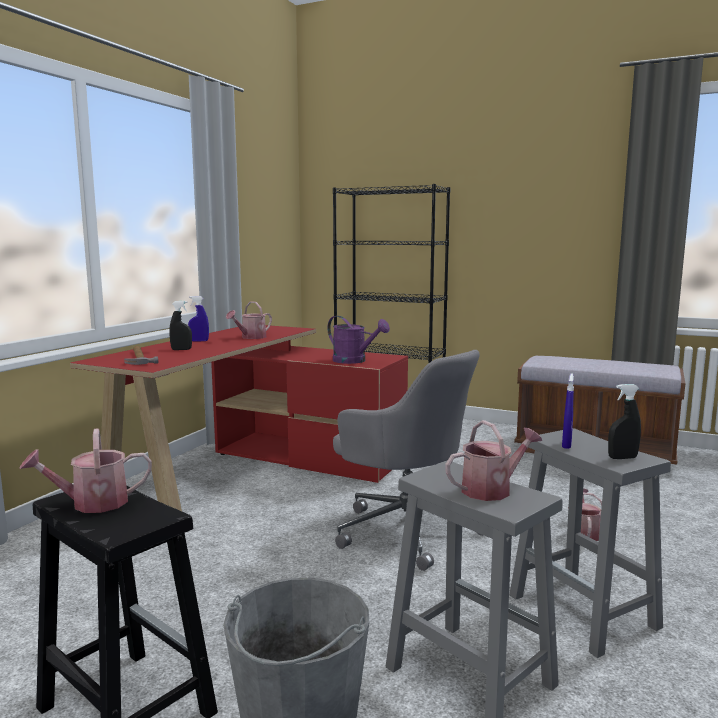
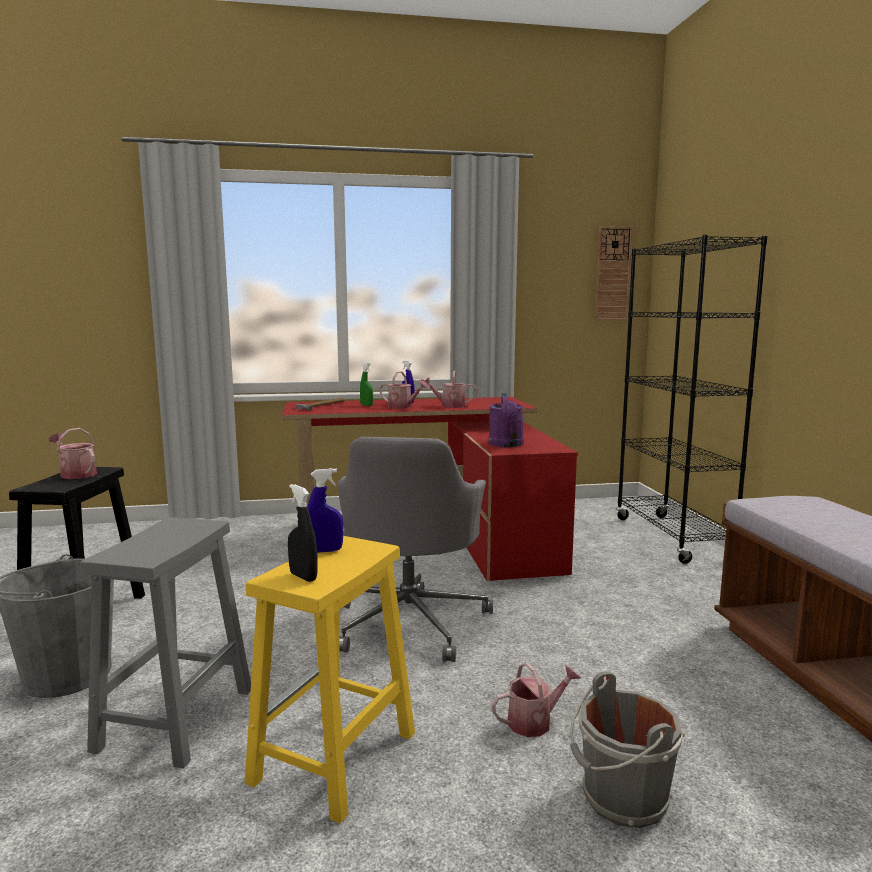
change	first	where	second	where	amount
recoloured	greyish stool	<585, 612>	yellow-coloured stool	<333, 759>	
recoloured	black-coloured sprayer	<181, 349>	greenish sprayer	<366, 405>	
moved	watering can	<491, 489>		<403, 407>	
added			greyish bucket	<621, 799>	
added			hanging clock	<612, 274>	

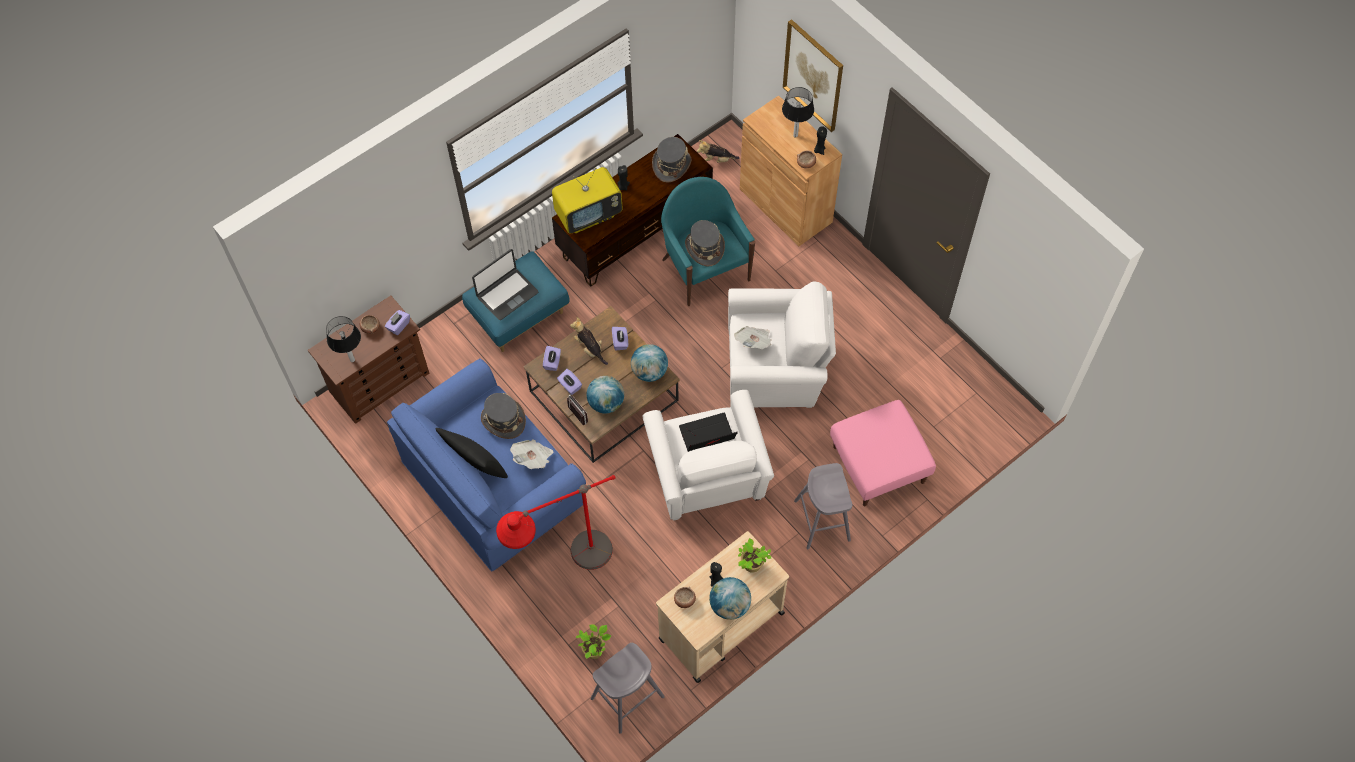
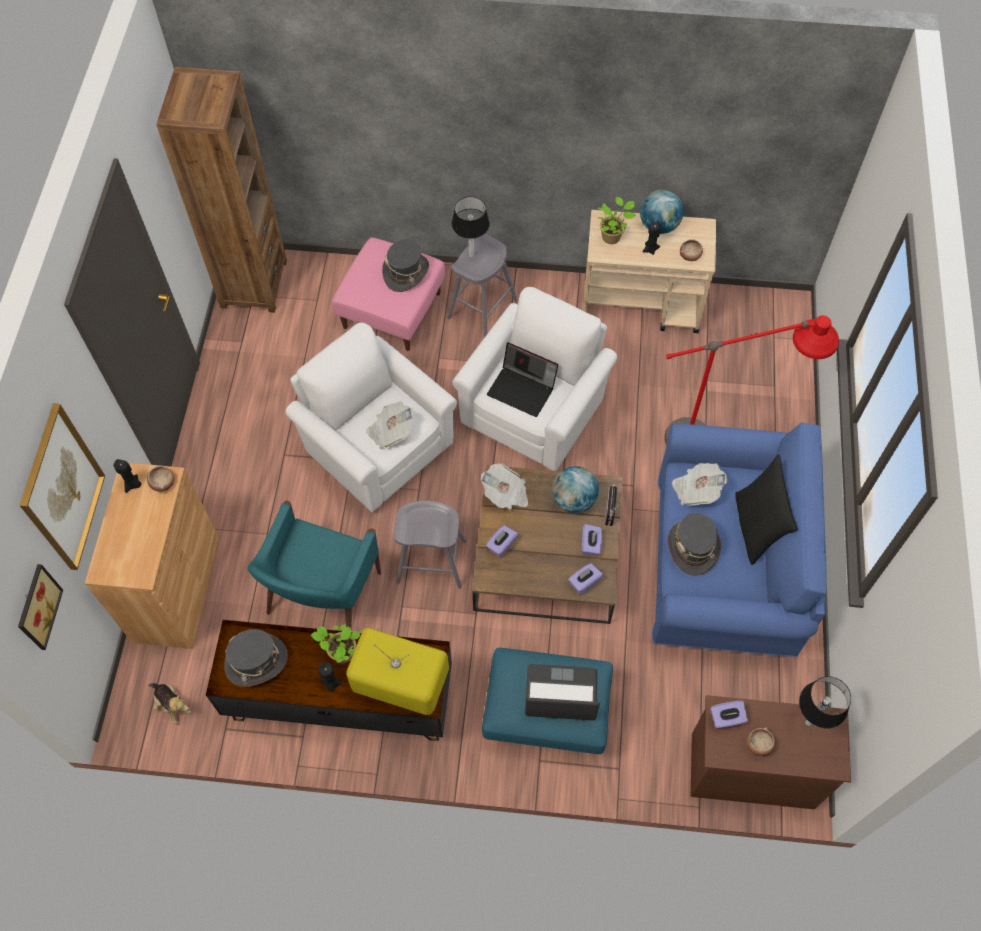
change	first	where	second	where	amount
added			wall art	<36, 607>	
added			brown shelving unit	<253, 284>	
moved	plant in a pot	<594, 650>		<341, 653>	
moved	greyish hat	<704, 248>		<406, 272>	
moved	greyish stool	<627, 697>		<431, 561>	
moved	tabletop lamp	<796, 135>		<471, 255>	
replaced	desk globe	<649, 372>	daily paper	<505, 494>	
removed	plush toy	<590, 348>			

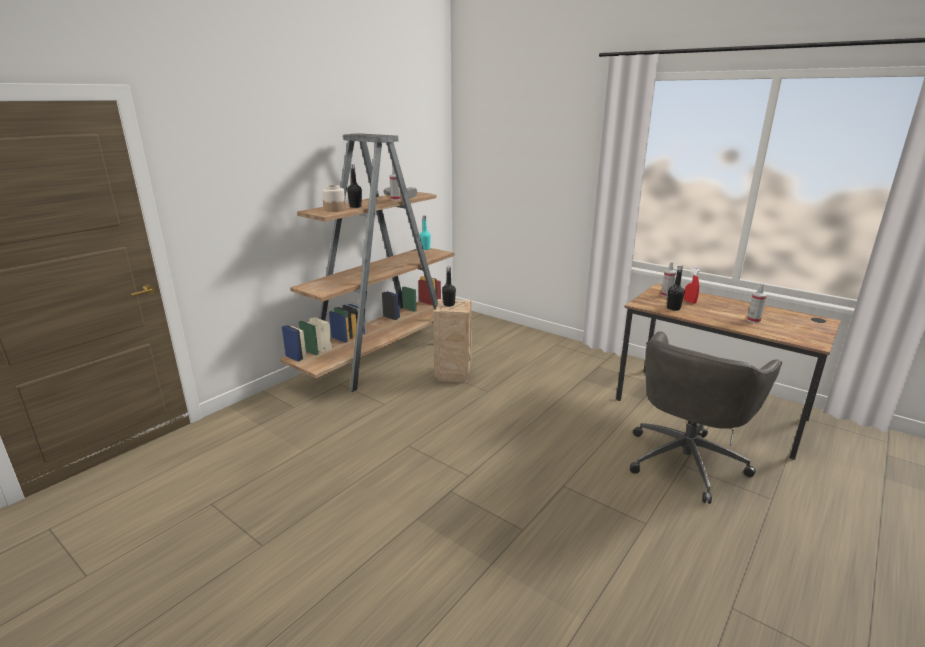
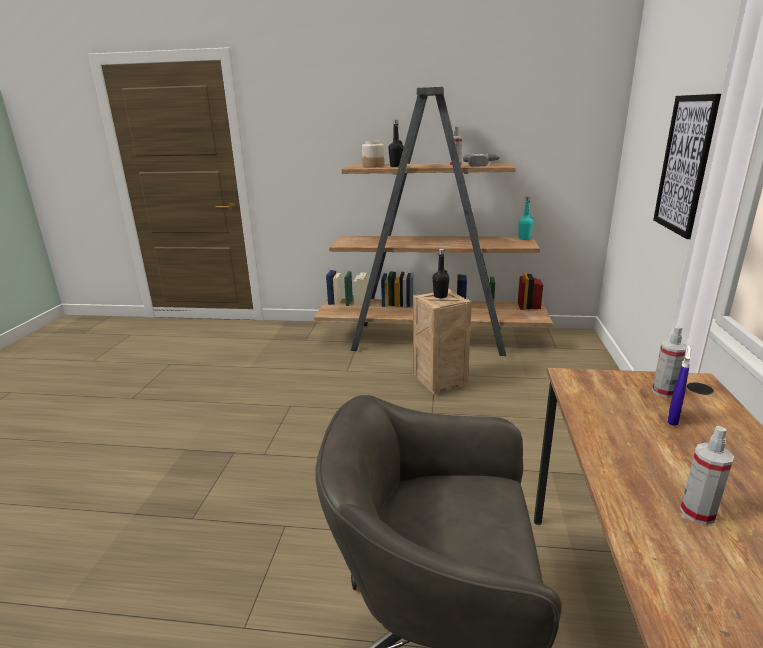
change	first	where	second	where	amount
added			wall art	<684, 165>	
recoloured	red sprayer	<689, 302>	blue-coloured sprayer	<673, 419>	
removed	black-coloured drink bottle	<673, 308>			

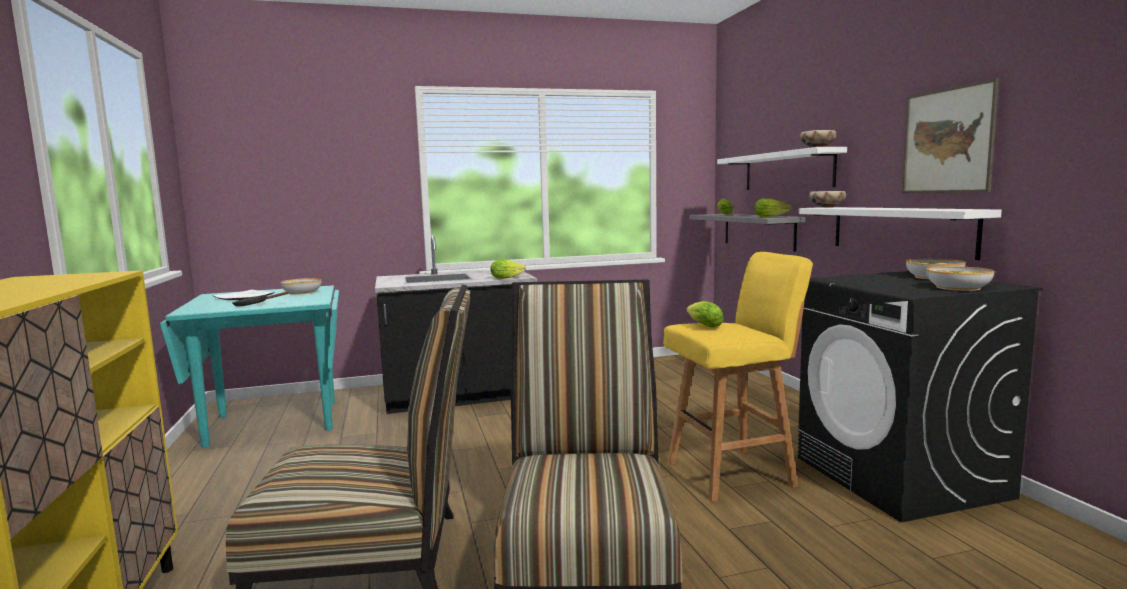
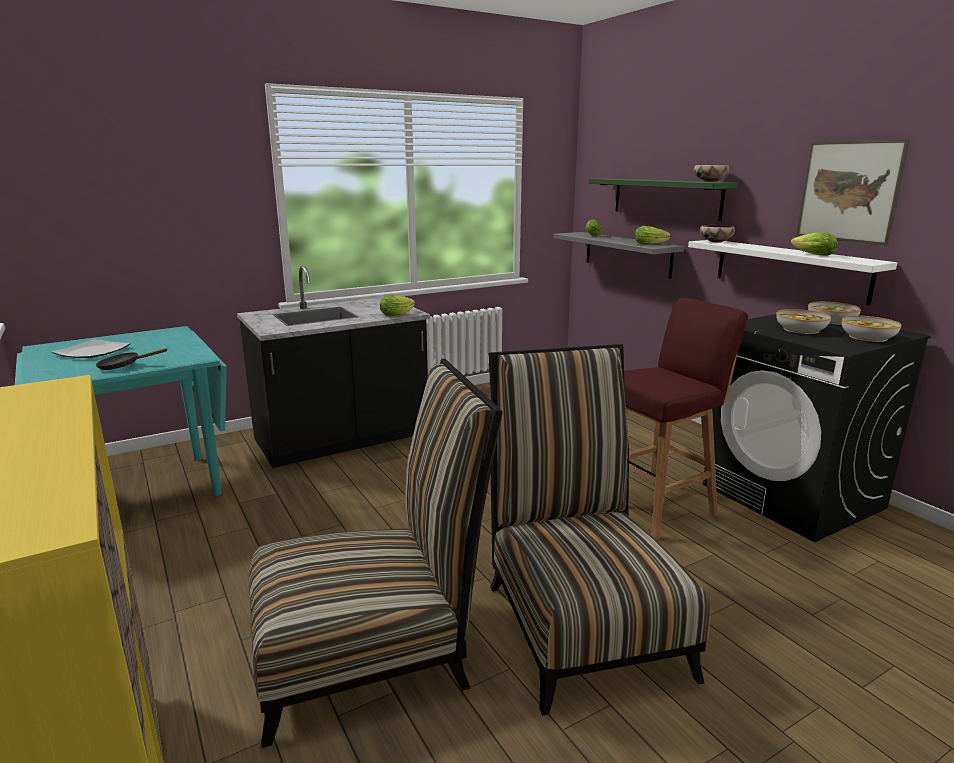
change	first	where	second	where	amount
recoloured	white shelf	<787, 171>	greenish shelf	<665, 198>	
recoloured	yellow-coloured stool	<733, 473>	red stool	<657, 507>	
moved	deep dish	<302, 292>		<801, 329>	
moved	head of lettuce	<702, 325>		<811, 254>	

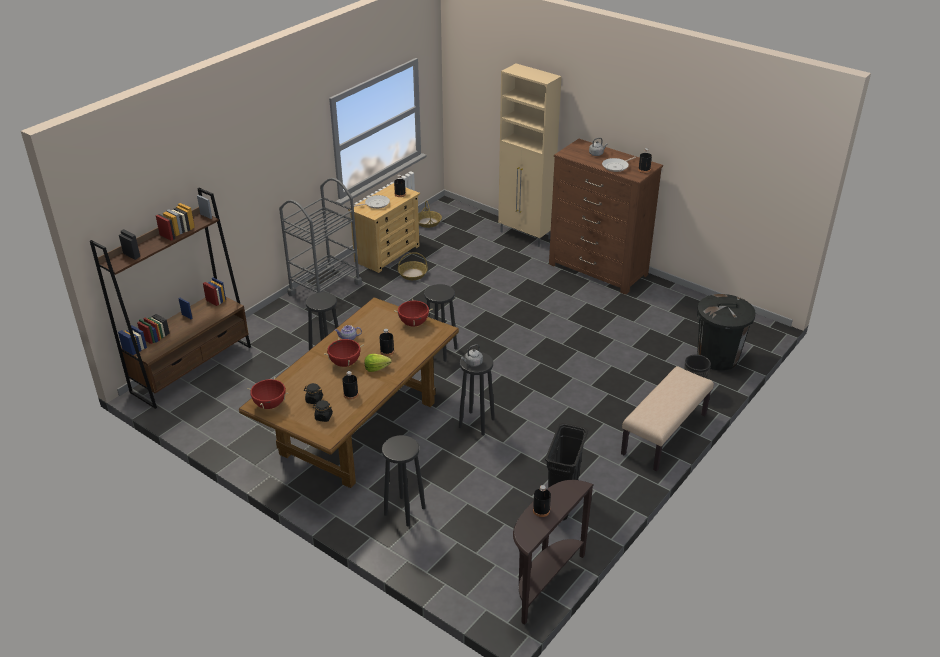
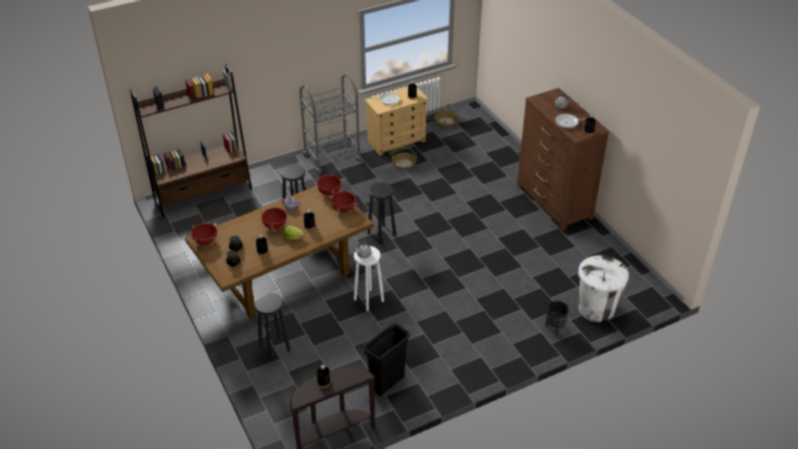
change	first	where	second	where	amount
added			red stockpot	<329, 193>	
recoloured	black-coloured stool	<476, 423>	white stool	<368, 300>	
recoloured	black-coloured trash can	<717, 357>	white trash can	<596, 309>	
removed	sand-coloured cupboard	<525, 235>			
removed	sand-coloured indoor bench	<664, 434>			

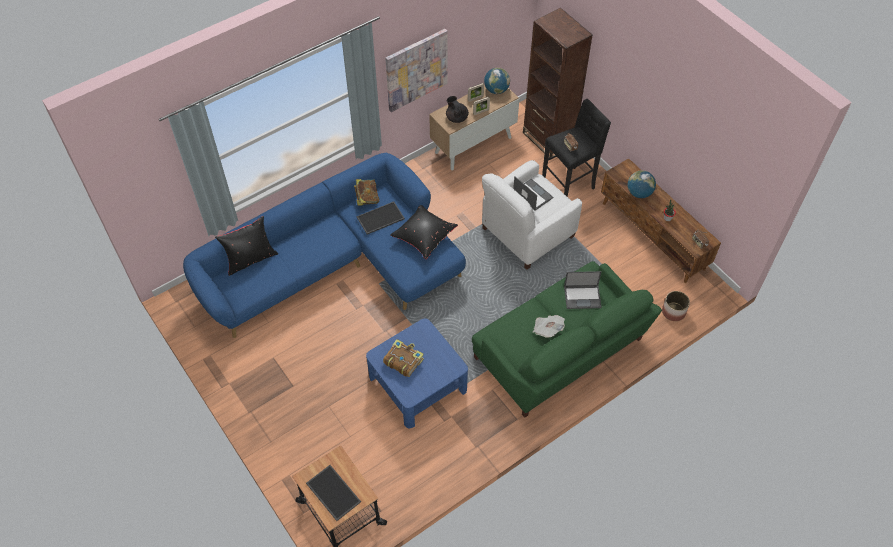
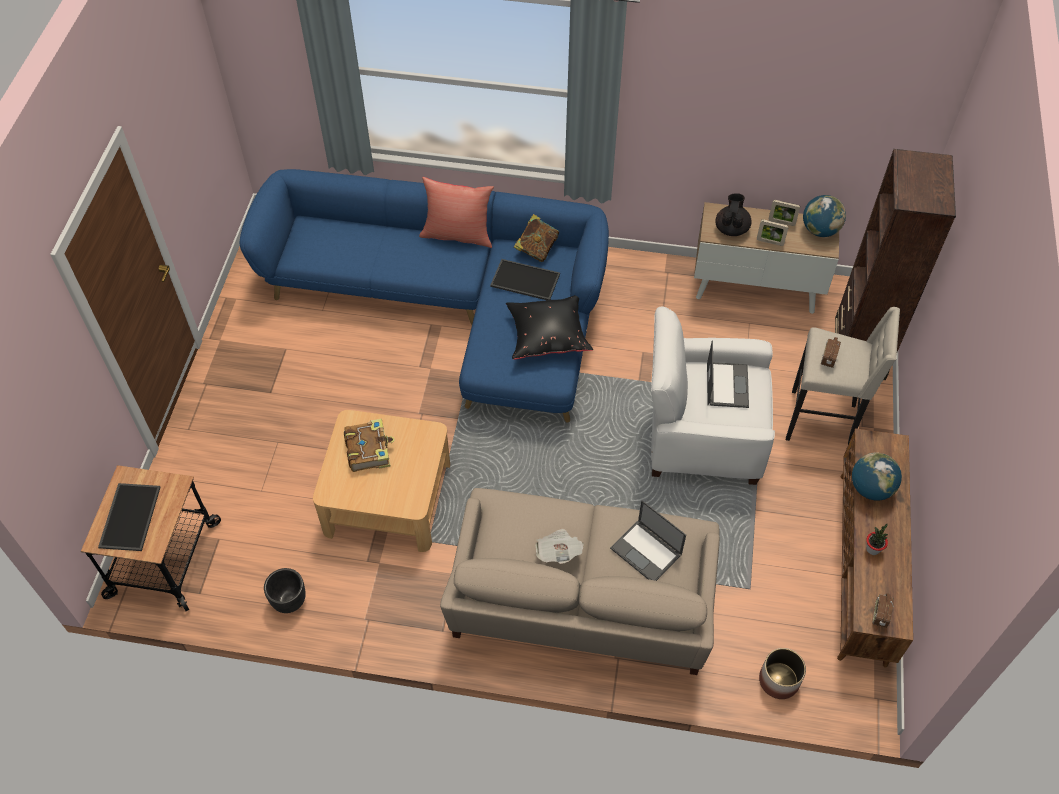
change	first	where	second	where	amount
added			black-coloured flower pot	<289, 600>	
recoloured	blue-coloured low table	<418, 383>	sand-coloured low table	<388, 496>	
added			red throw pillow	<457, 234>	
recoloured	greenish couch	<561, 351>	sand-coloured couch	<581, 602>	
recoloured	black-coloured stool	<569, 185>	sand-coloured stool	<822, 421>	
removed	black-coloured throw pillow	<250, 259>			
removed	wall art	<416, 69>			

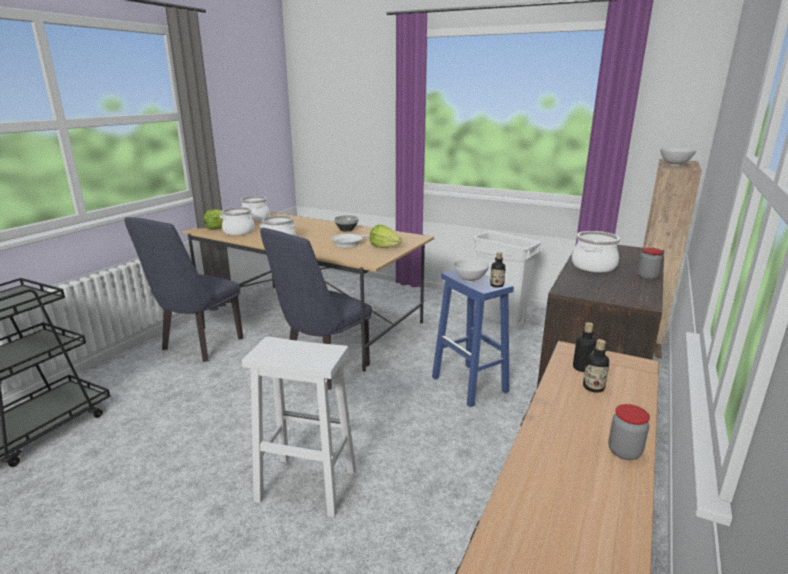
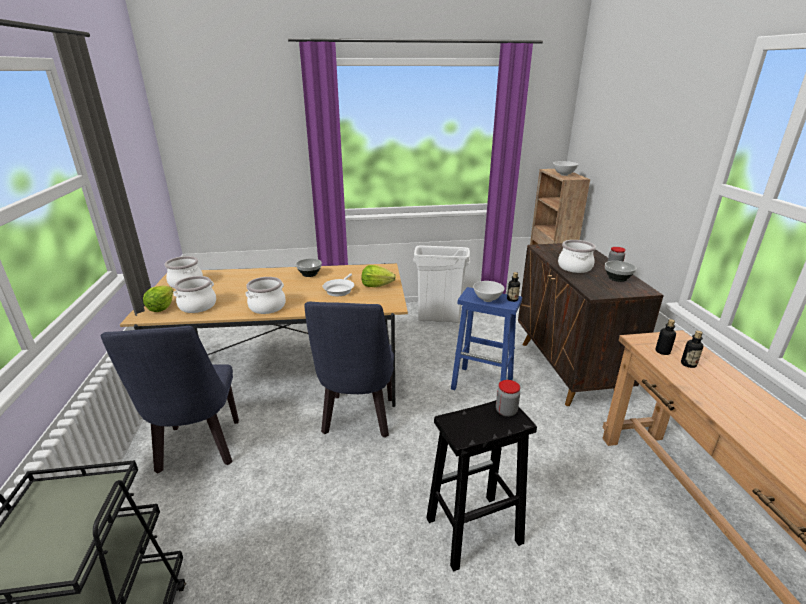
change	first	where	second	where	amount
recoloured	white stool	<305, 485>	black-coloured stool	<472, 531>	
moved	jar	<624, 452>		<506, 411>	
added			deep dish	<617, 278>	

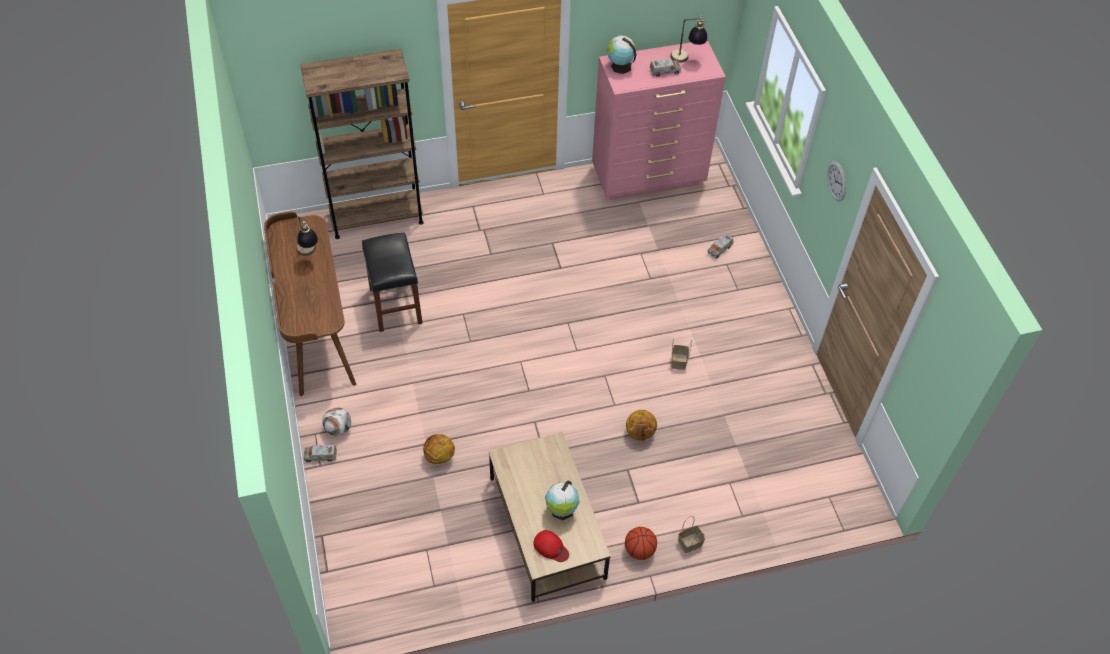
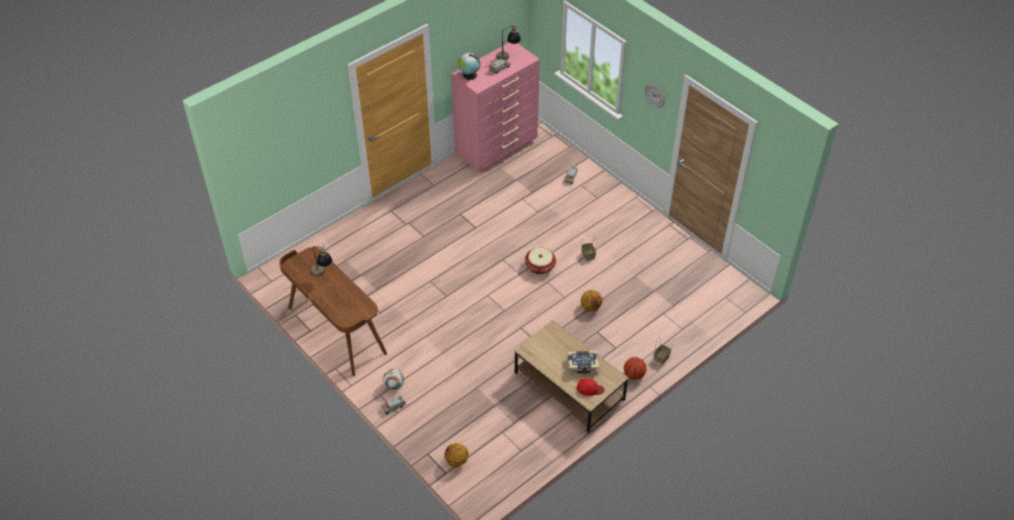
change	first	where	second	where	amount
moved	ball for basketball	<439, 457>		<456, 461>	
added			storage basket	<540, 266>	
replaced	desk globe	<561, 510>	bound book	<582, 365>	
removed	brown shelving unit	<376, 217>			
removed	black-coloured stool	<396, 306>			

